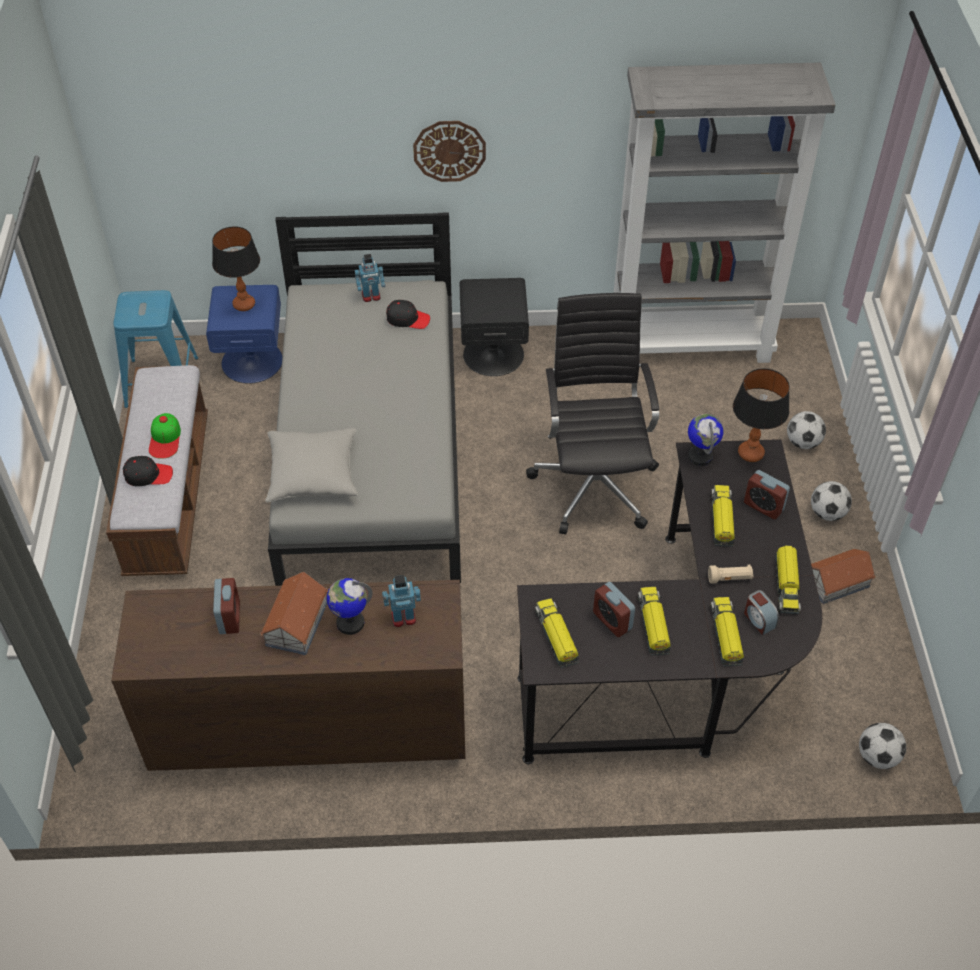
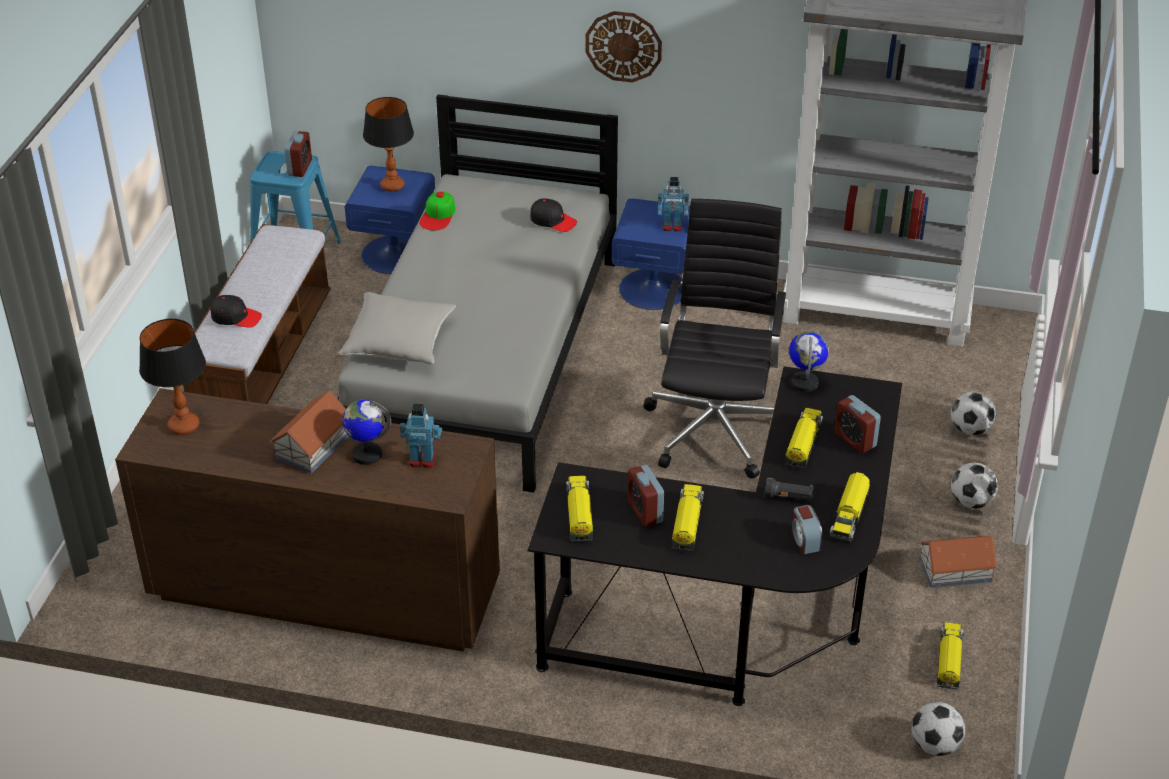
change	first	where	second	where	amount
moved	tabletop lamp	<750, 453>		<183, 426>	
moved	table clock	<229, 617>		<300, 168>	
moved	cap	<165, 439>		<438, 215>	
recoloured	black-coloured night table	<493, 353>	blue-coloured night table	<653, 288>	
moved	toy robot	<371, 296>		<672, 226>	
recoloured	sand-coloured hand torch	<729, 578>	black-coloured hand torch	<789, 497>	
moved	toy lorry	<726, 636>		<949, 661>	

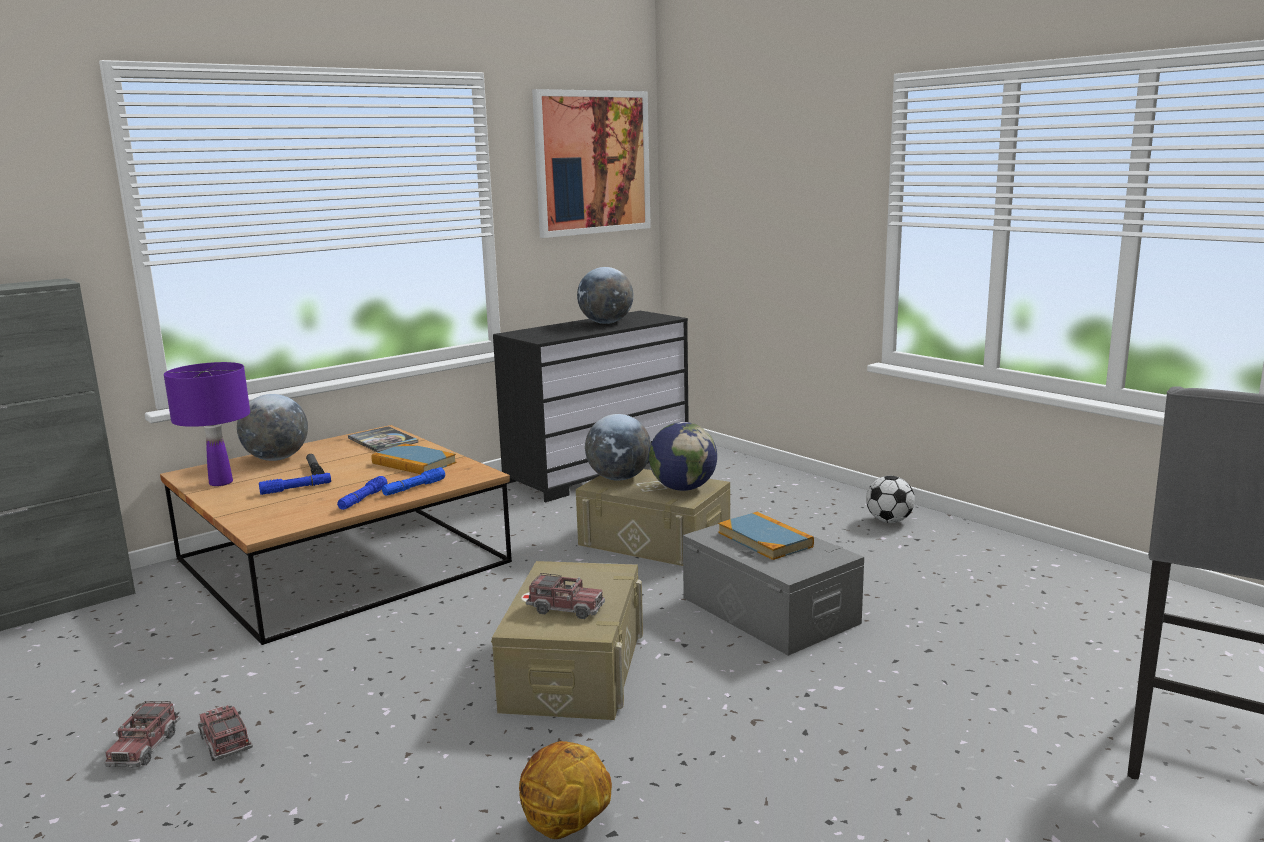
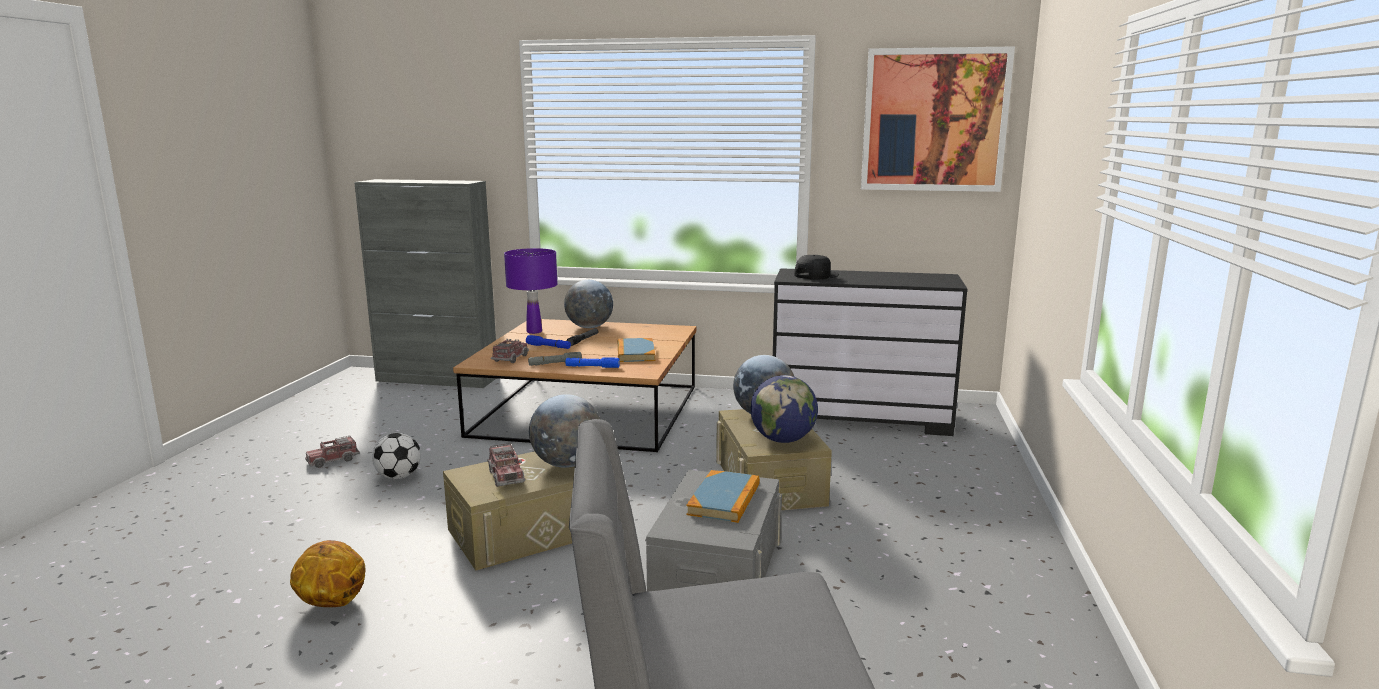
change	first	where	second	where	amount
moved	football ball	<889, 521>		<398, 477>	
moved	toy lorry	<225, 743>		<510, 358>	
recoloured	blue-coloured hand torch	<363, 499>	greyish hand torch	<555, 364>	
moved	desk globe	<606, 323>		<567, 464>	
added			black-coloured cap	<815, 275>	
removed	bound book	<383, 440>			

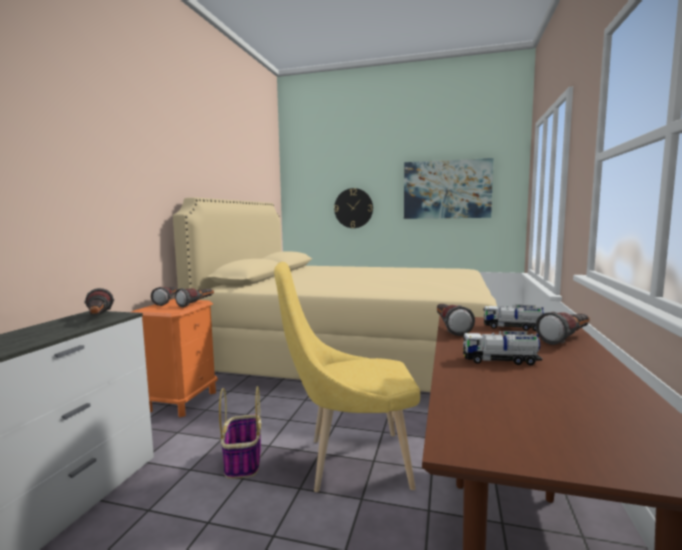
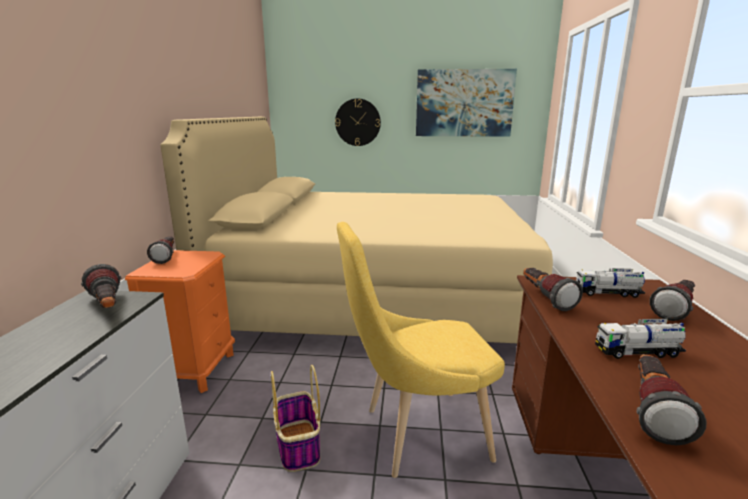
change	first	where	second	where	amount
moved	hand torch	<197, 304>		<653, 410>	

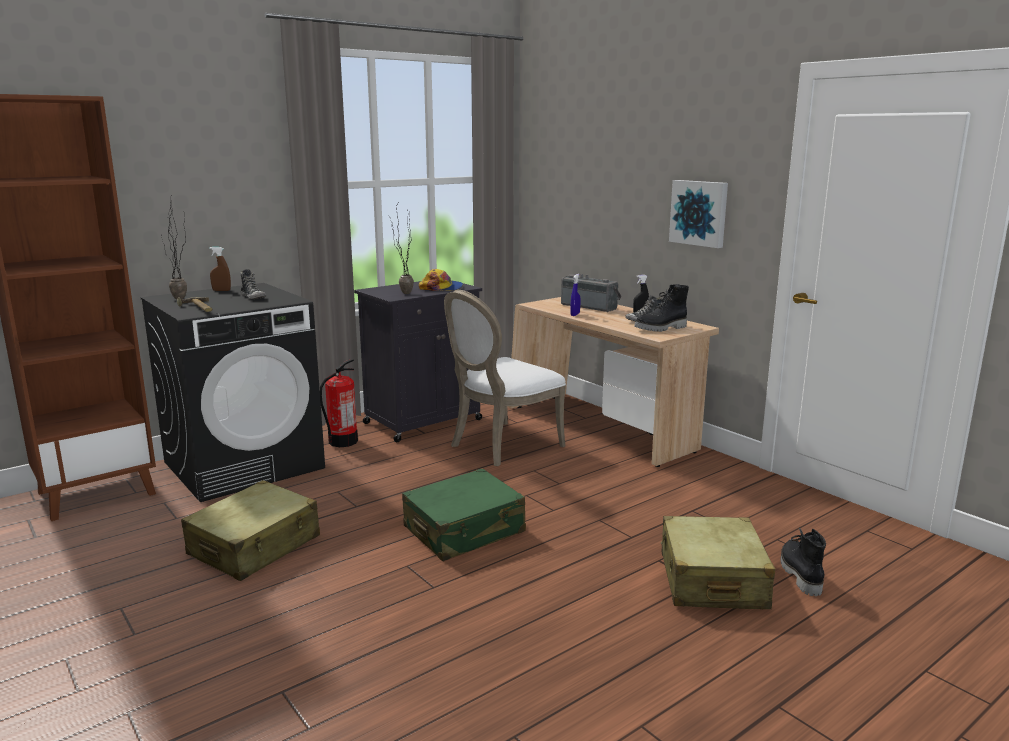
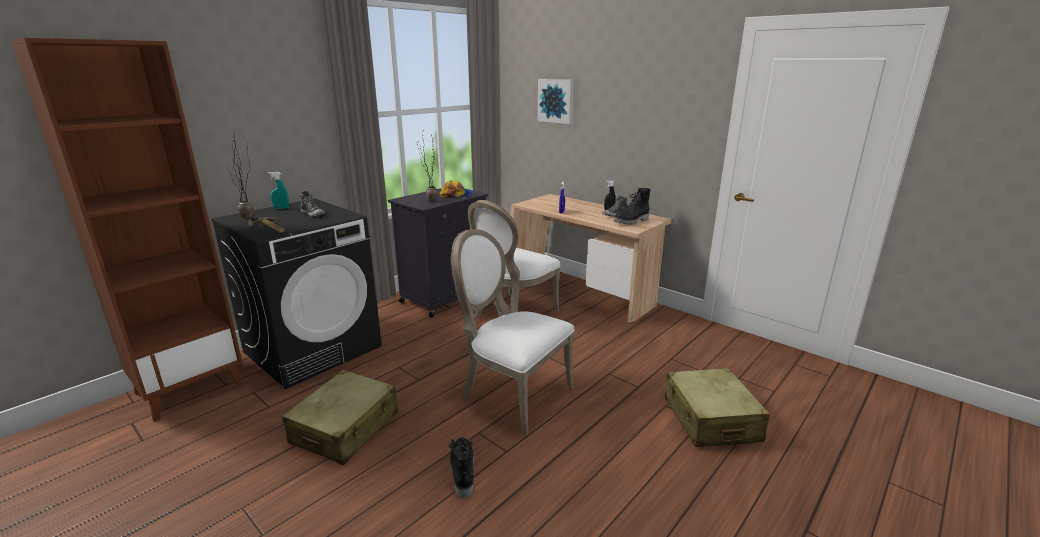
change	first	where	second	where	amount
recoloured	brown sprayer	<221, 290>	turquoise sprayer	<281, 208>	
moved	black-coloured boot	<799, 574>		<462, 471>	
replaced	greenish piece of luggage	<464, 530>	white chair	<512, 394>	
moved	wall art	<699, 213>		<556, 101>	
removed	fire-fighting cylinder	<342, 442>			
removed	radio	<590, 306>			

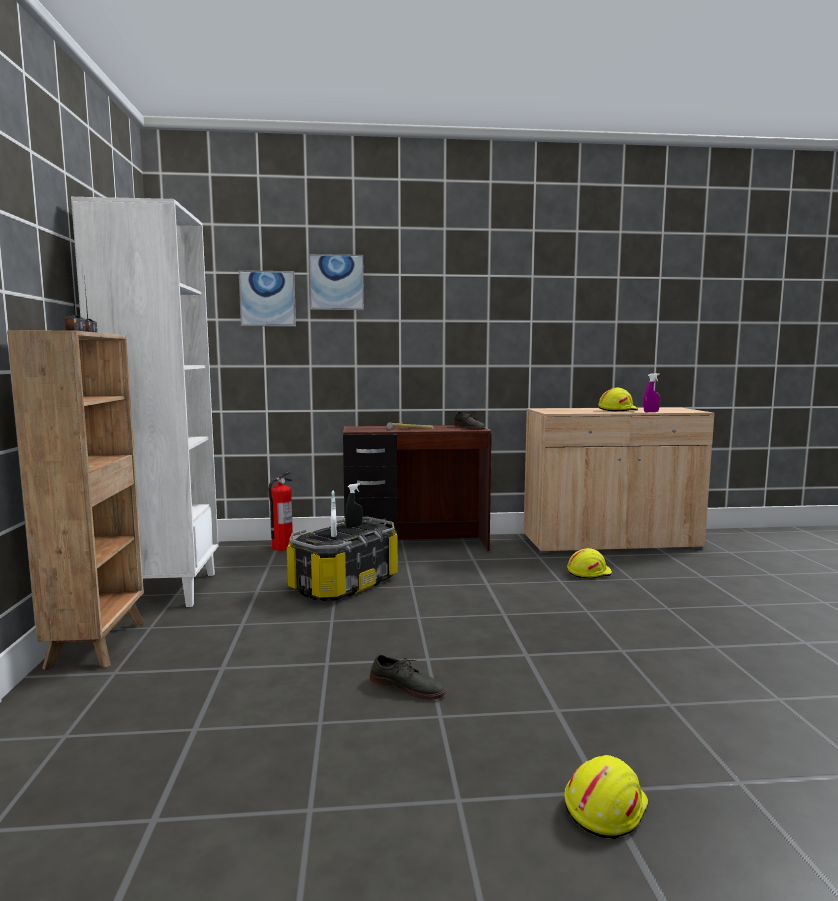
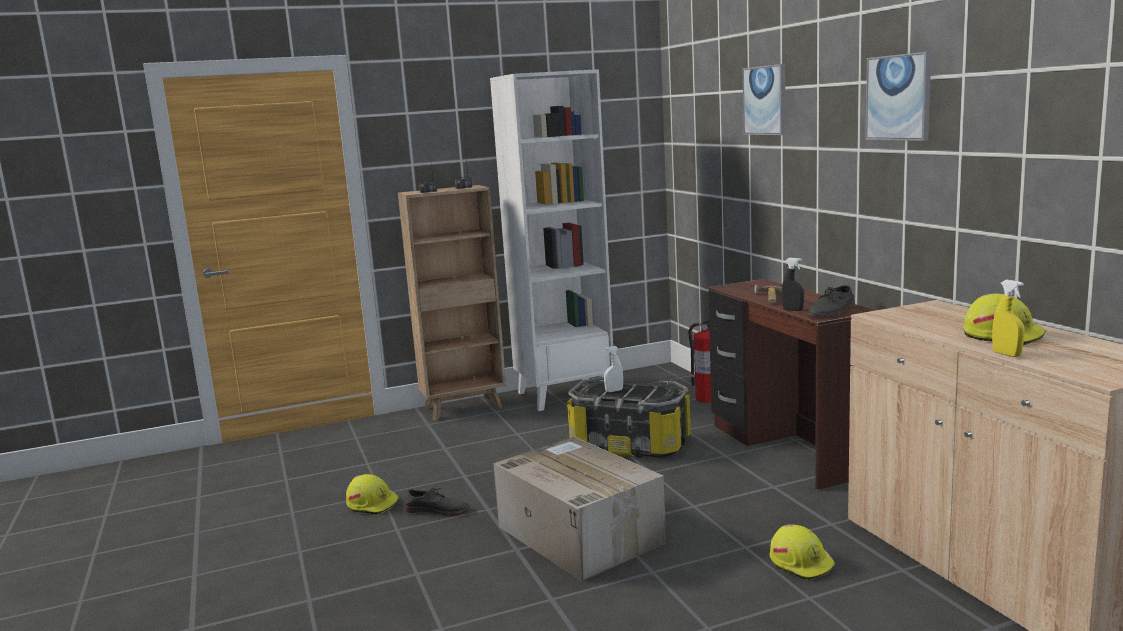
change	first	where	second	where	amount
moved	yellow-coloured safety helmet	<604, 807>		<373, 504>	
turned	greyish low shoe	<407, 686>		<437, 510>	90 degrees counterclockwise
added			carton	<578, 534>	
moved	black-coloured sprayer	<354, 526>		<792, 310>	
moved	wall art	<267, 299>		<899, 97>	
recoloured	purplish sprayer	<651, 412>	yellow-coloured sprayer	<1007, 354>	

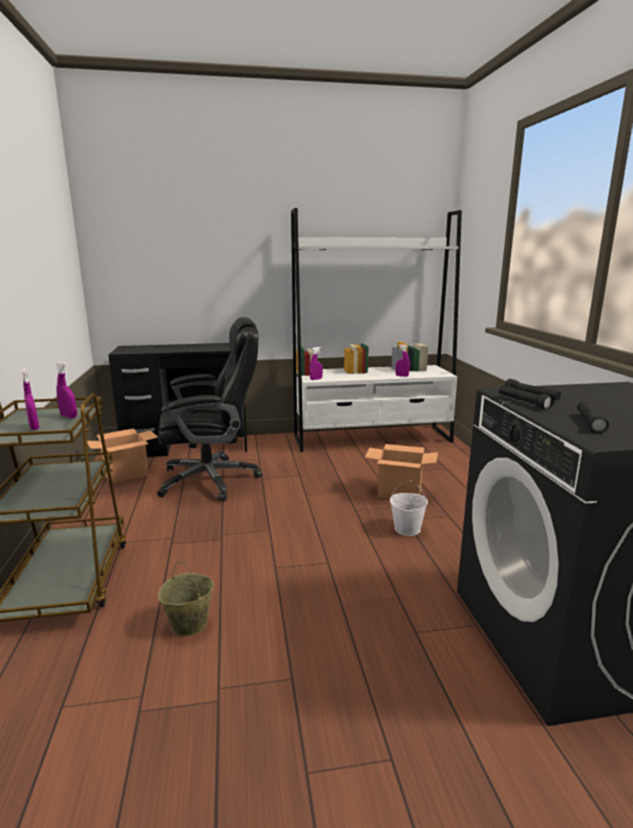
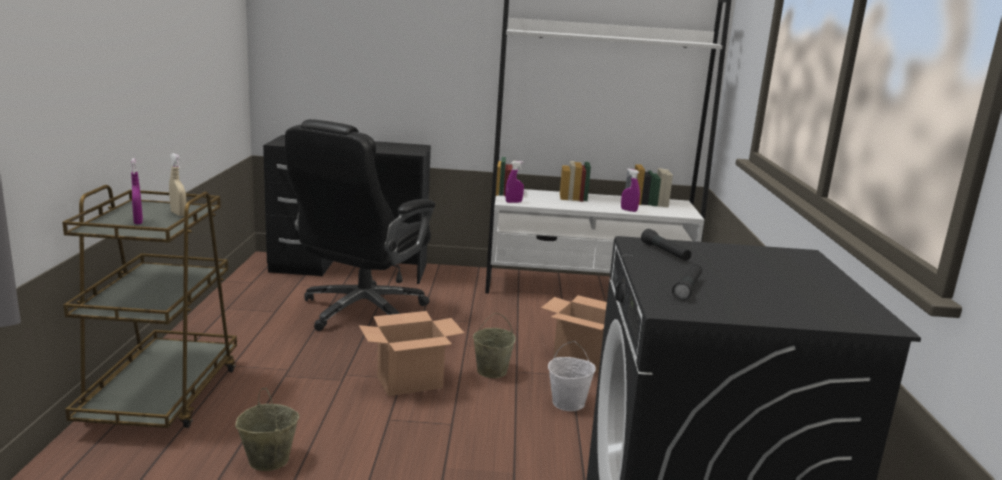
change	first	where	second	where	amount
recoloured	purplish sprayer	<68, 416>	sand-coloured sprayer	<178, 214>	
turned	black-coloured computer chair	<211, 479>		<361, 311>	120 degrees clockwise
moved	carton	<127, 474>		<410, 382>	
added			sand-coloured bucket	<491, 371>	
removed	black-coloured hand torch	<523, 402>			

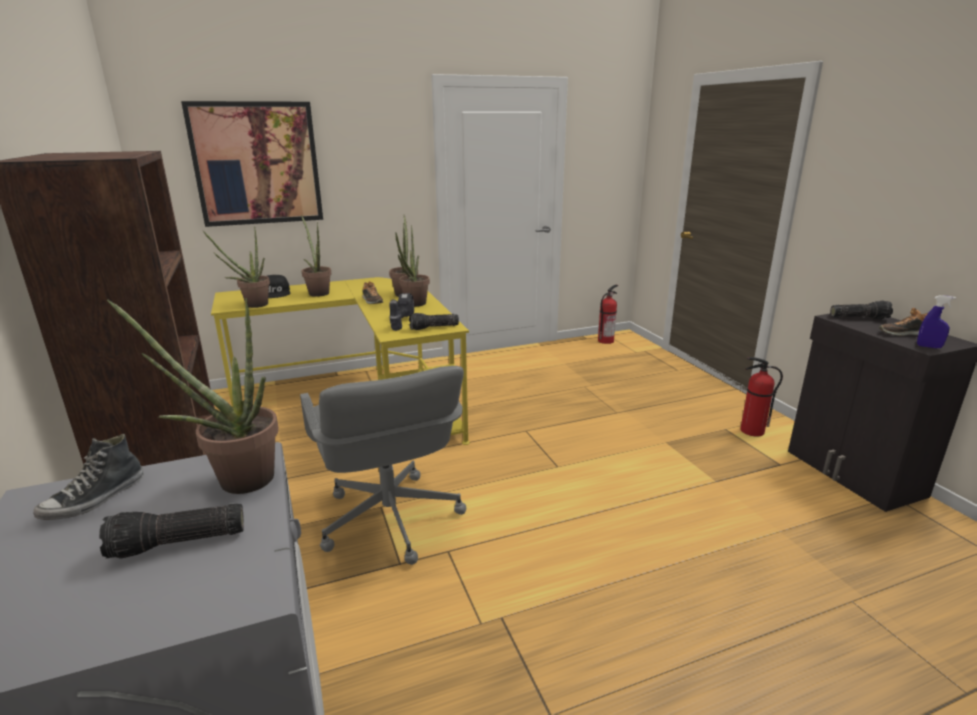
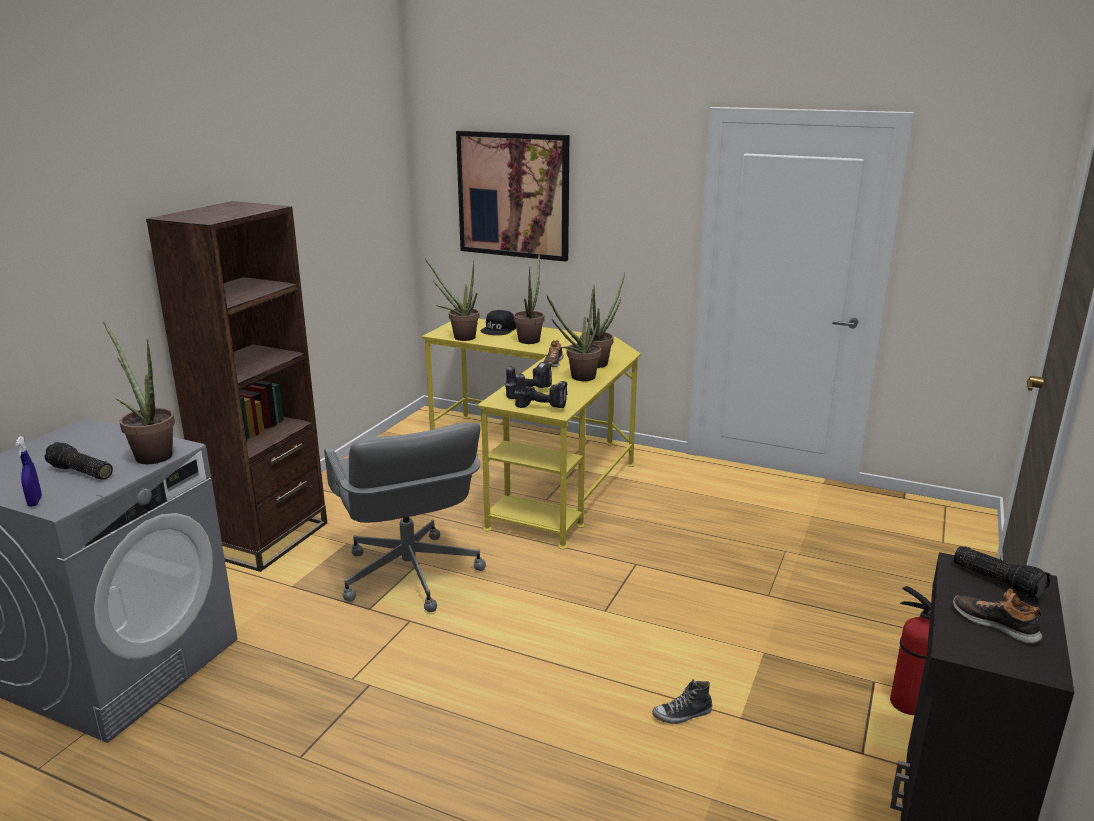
change	first	where	second	where	amount
moved	blue-coloured sprayer	<929, 347>		<35, 501>	
turned	greyish computer chair	<389, 520>		<409, 575>	45 degrees counterclockwise
replaced	hand torch	<434, 328>	power drill	<543, 407>	
moved	low shoe	<95, 499>		<682, 715>	
removed	fire-fighting cylinder	<605, 340>			

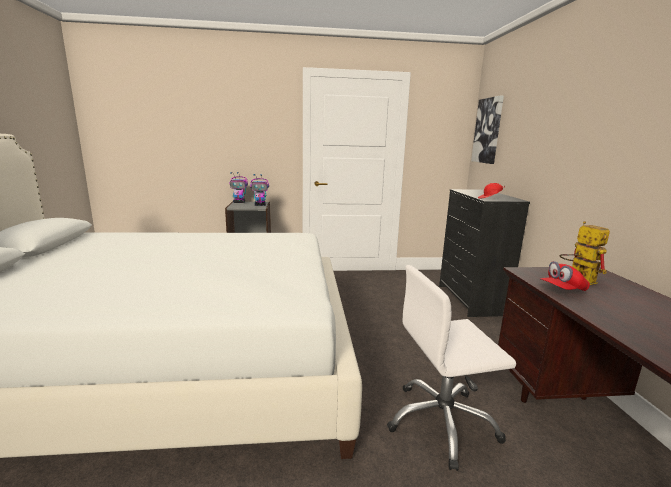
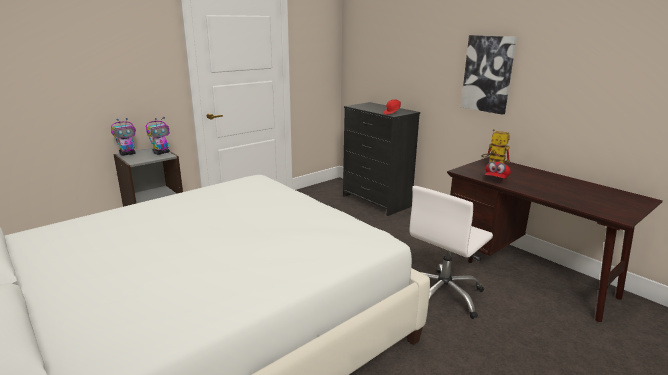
change	first	where	second	where	amount
moved	wall art	<488, 130>		<488, 74>	

